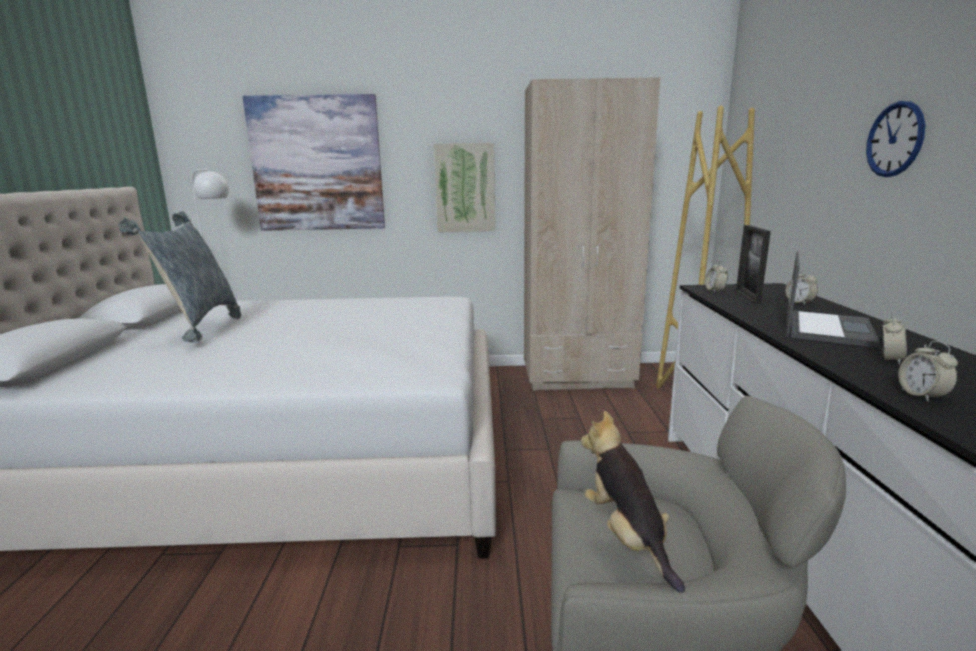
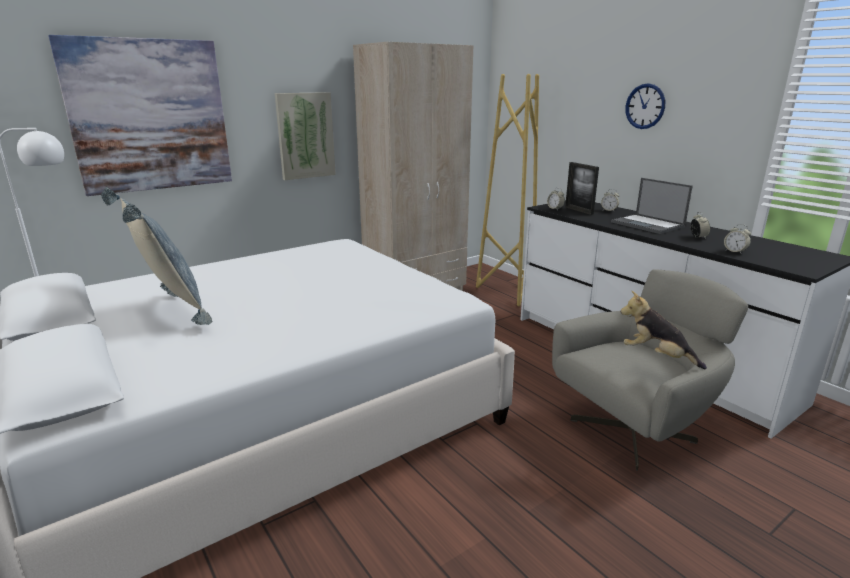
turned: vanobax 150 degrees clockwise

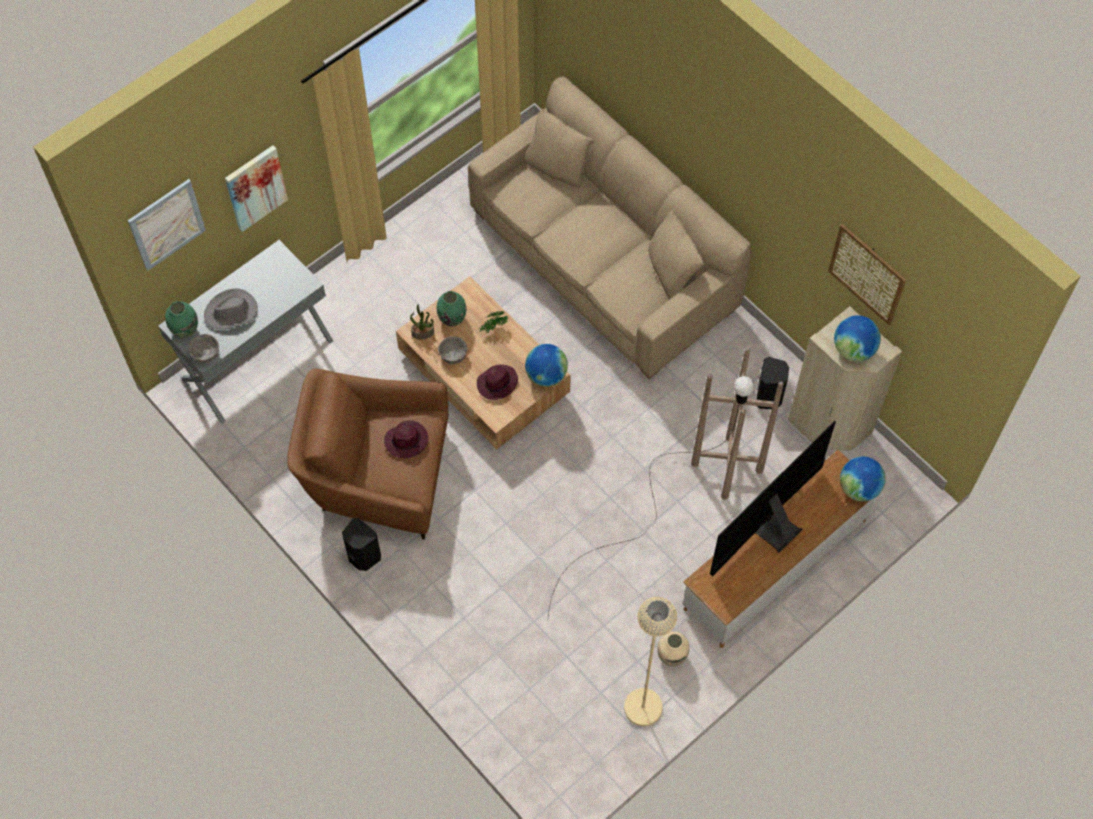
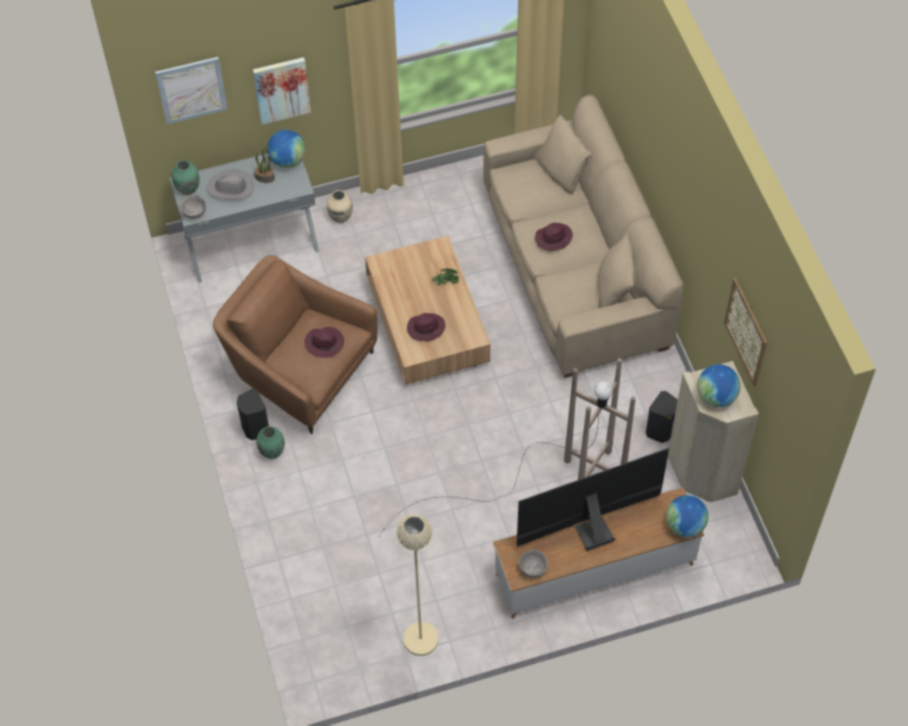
added: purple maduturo (3rd from left)
moved: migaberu (1st from left); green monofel (2nd from left); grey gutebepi (2nd from left); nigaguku (1st from left); beige monofel

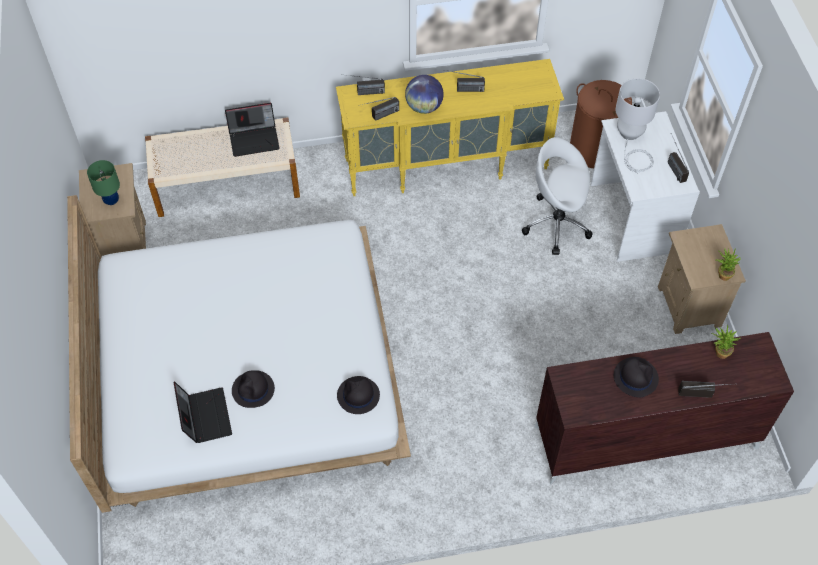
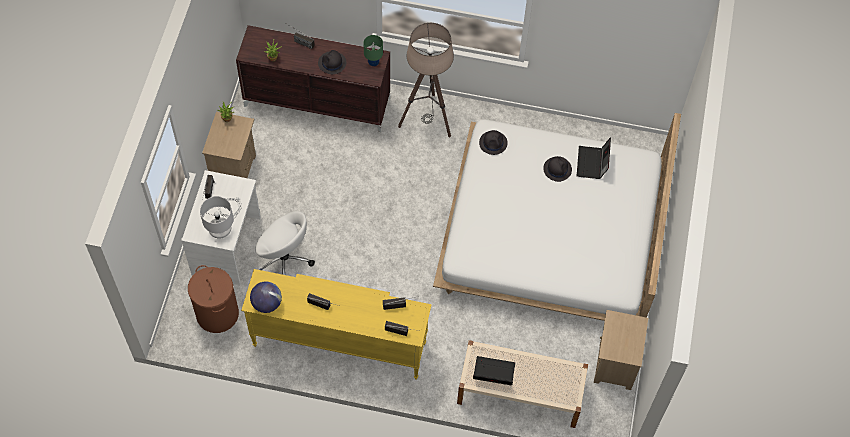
added: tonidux
moved: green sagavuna; nigaguku

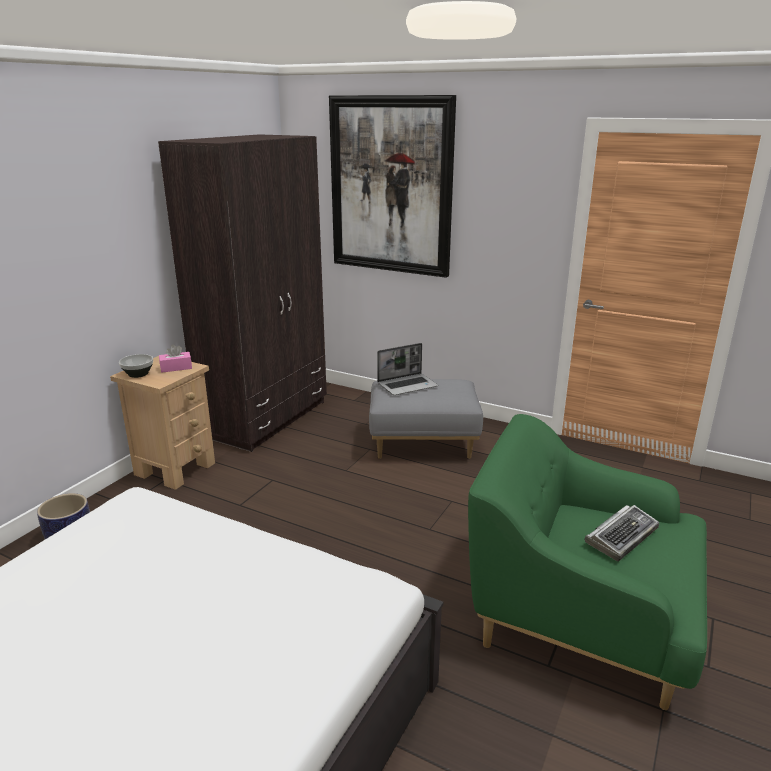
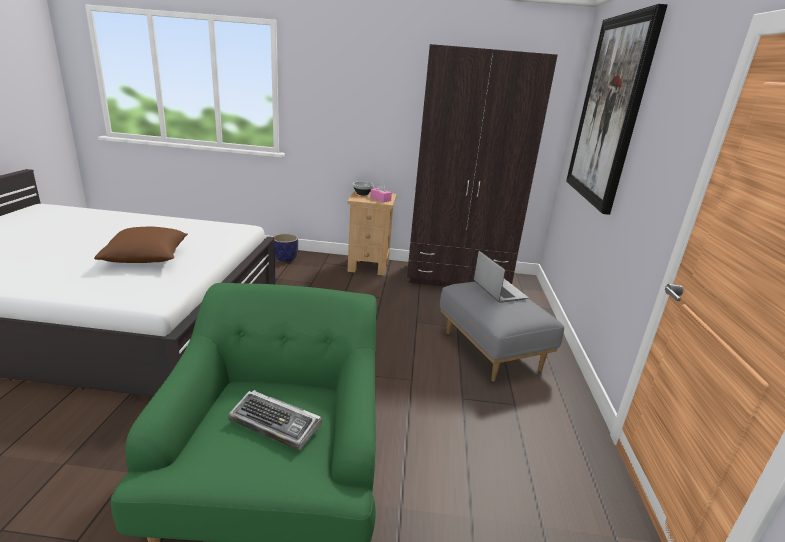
added: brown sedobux
turned: vanobax 150 degrees counterclockwise

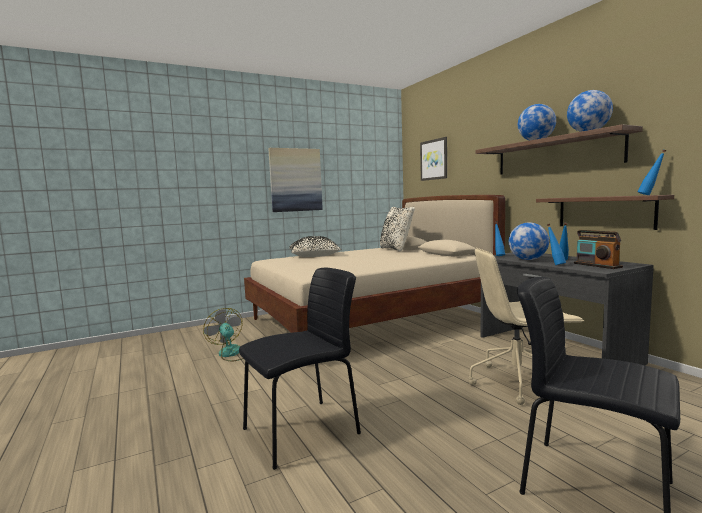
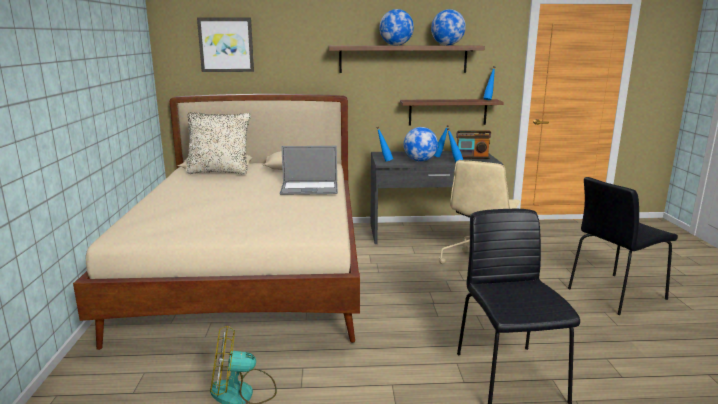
removed: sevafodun (1st from left); beige sedobux (1st from left)
added: vanobax

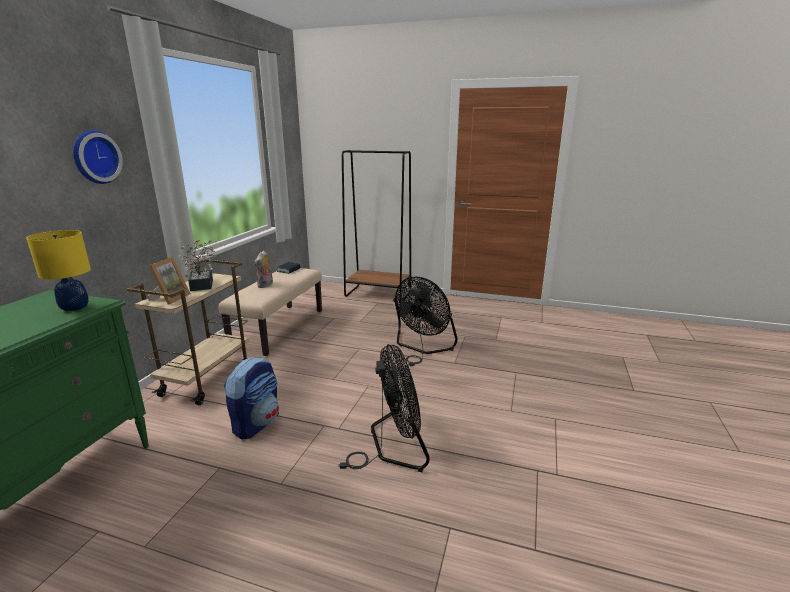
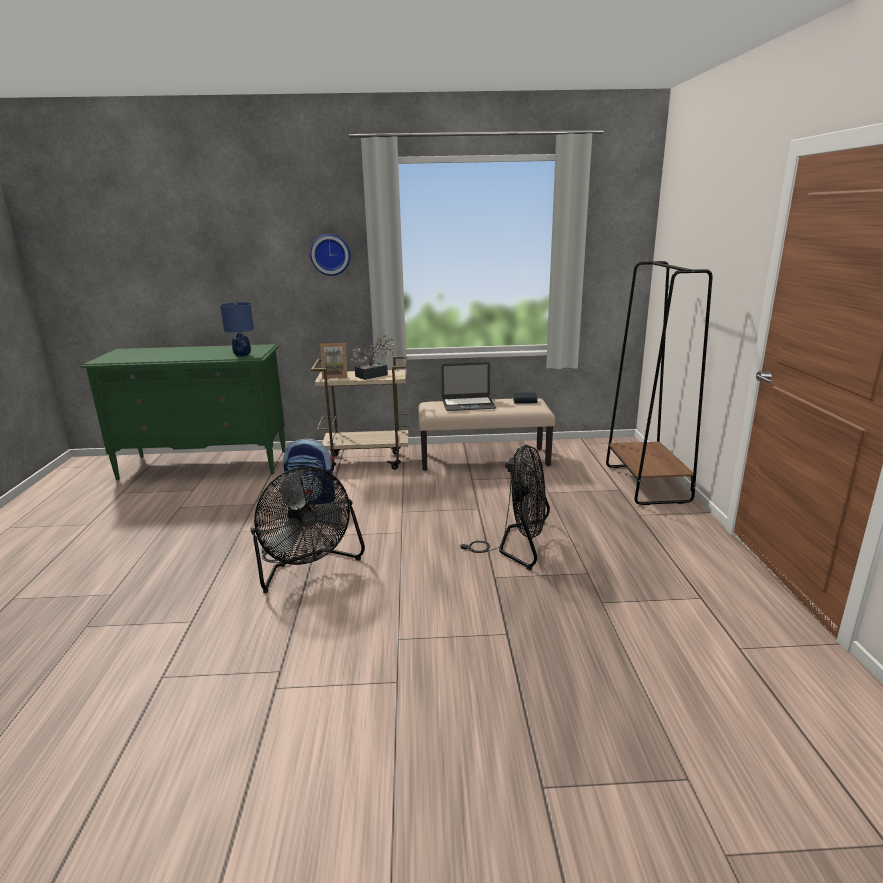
replaced: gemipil to vanobax
recoloured: yellow sagavuna to blue sagavuna

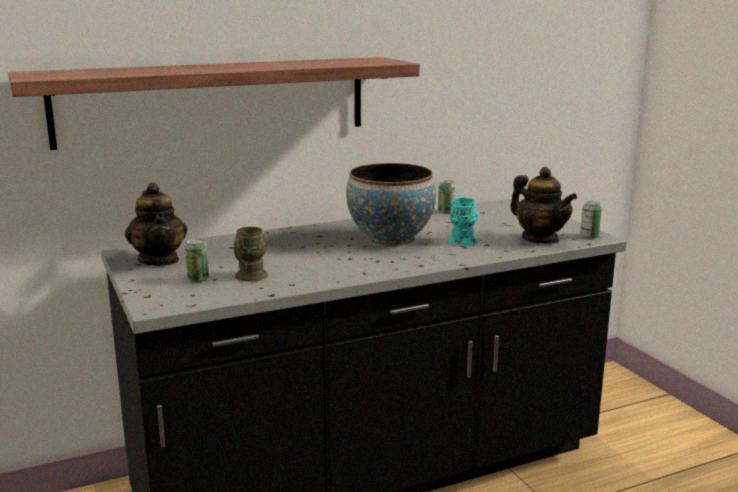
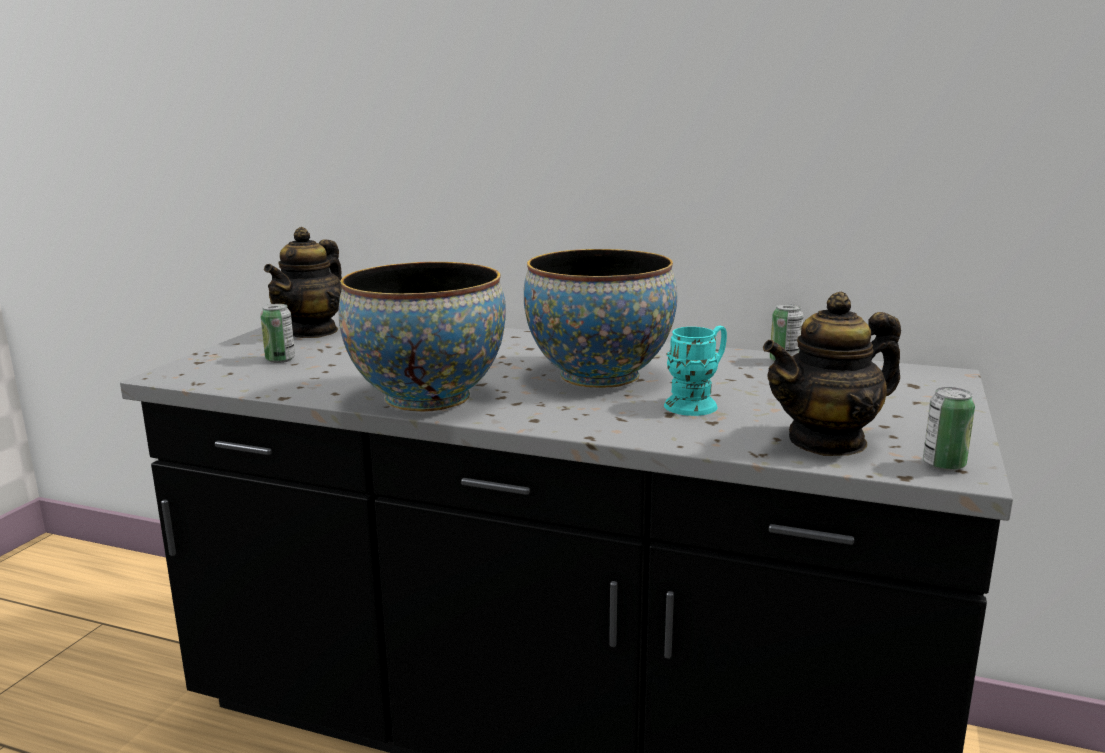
removed: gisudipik; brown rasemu
added: gutebepi (1st from left)
turned: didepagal (2nd from left) 60 degrees clockwise

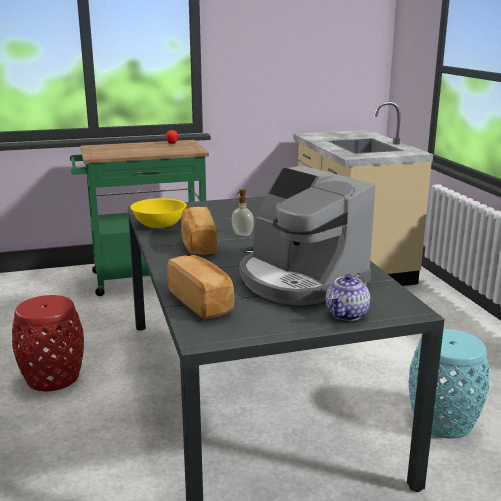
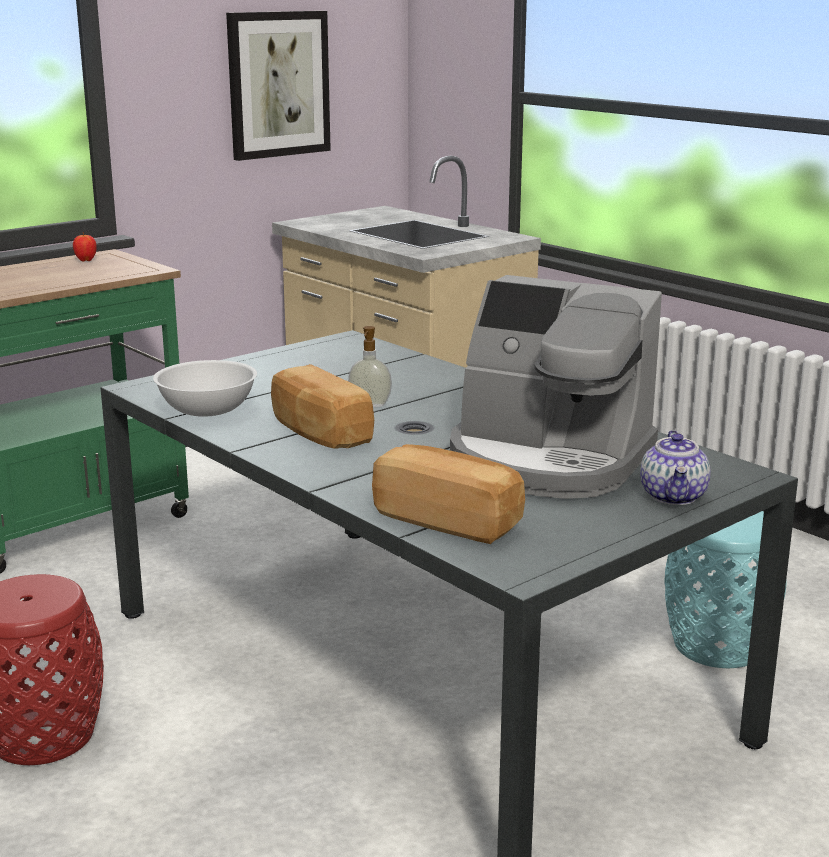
added: sevafodun
recoloured: yellow gutebepi to white gutebepi

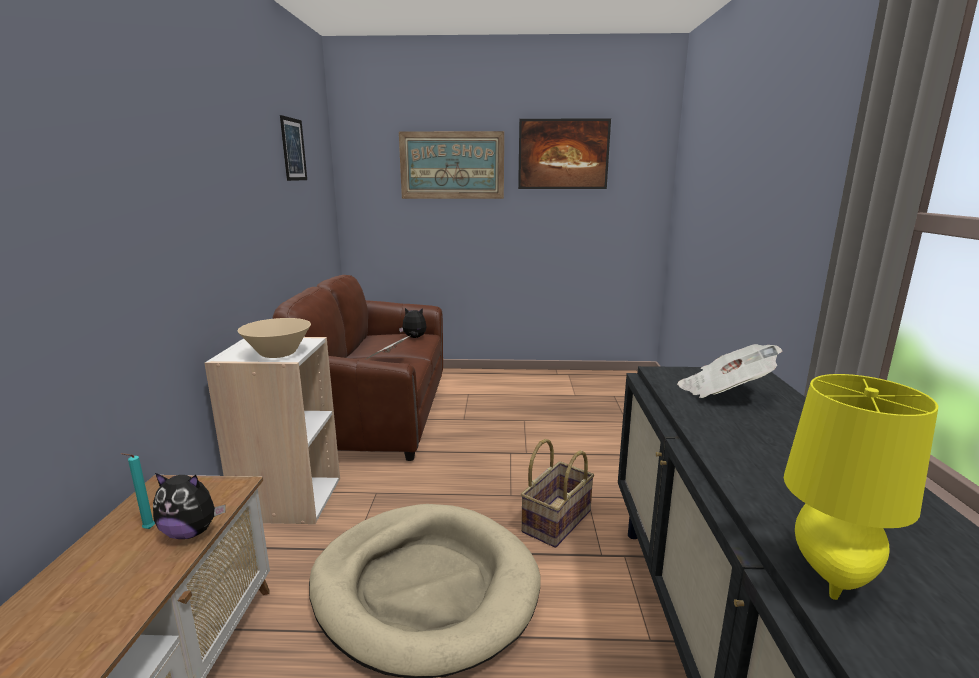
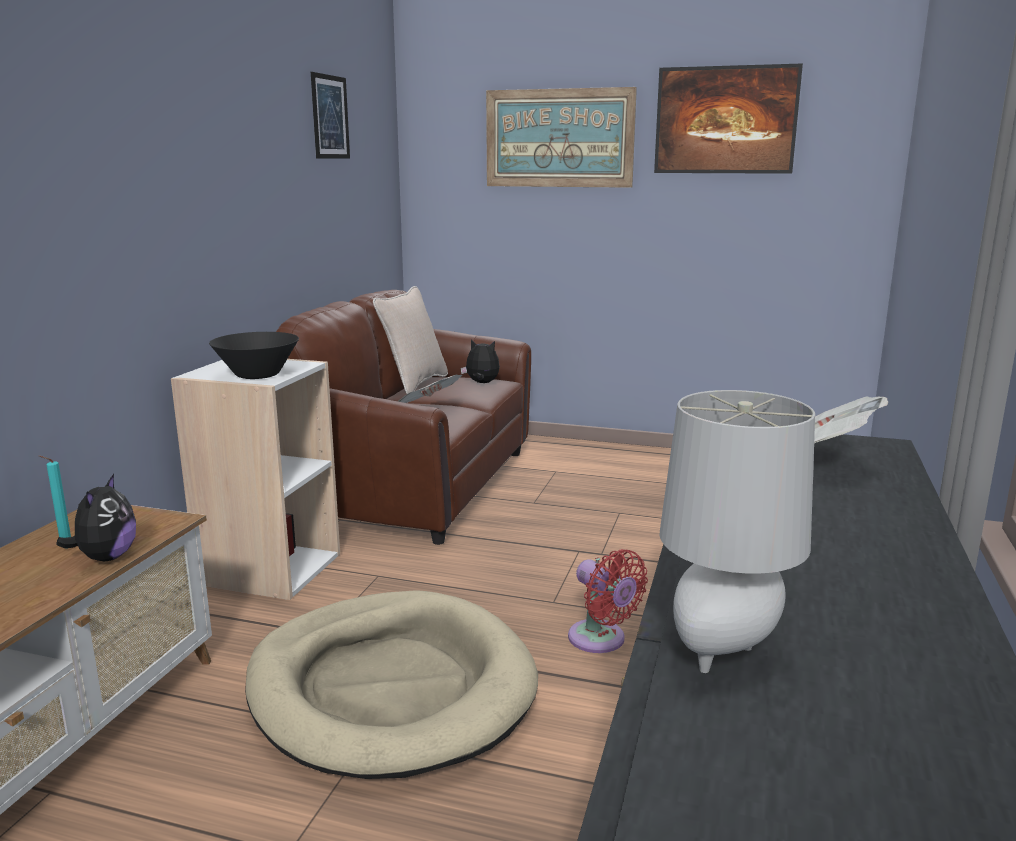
added: beige sedobux
replaced: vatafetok to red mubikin
recoloured: beige gutebepi to black gutebepi; yellow sagavuna to grey sagavuna
turned: gemipil (1st from left) 105 degrees counterclockwise

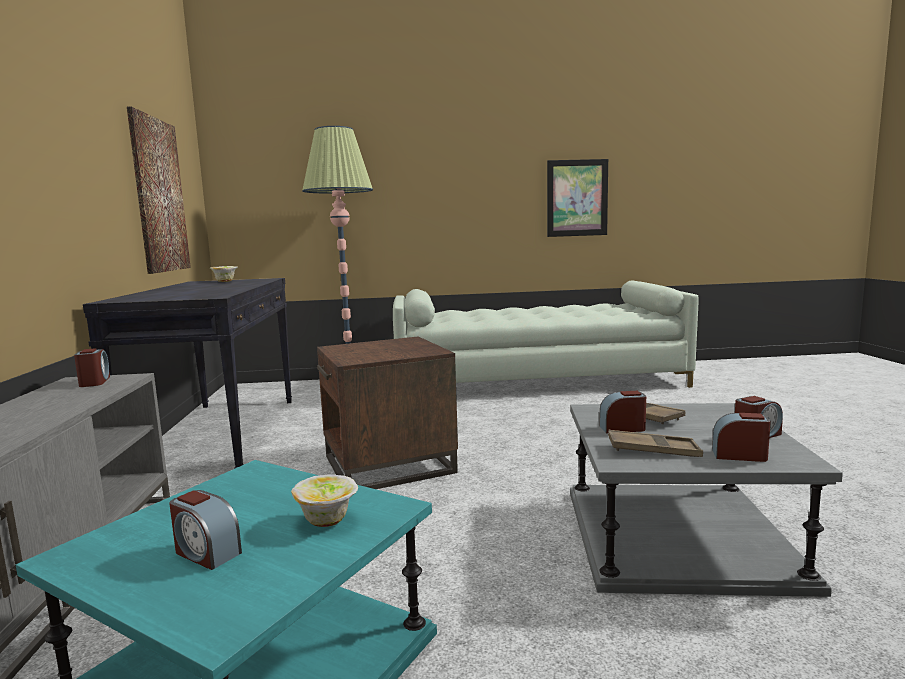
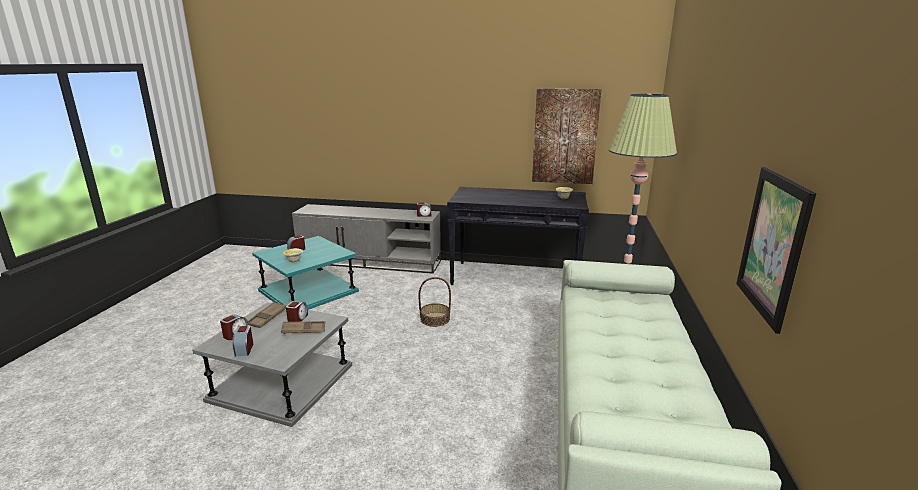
replaced: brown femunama to vatafetok

